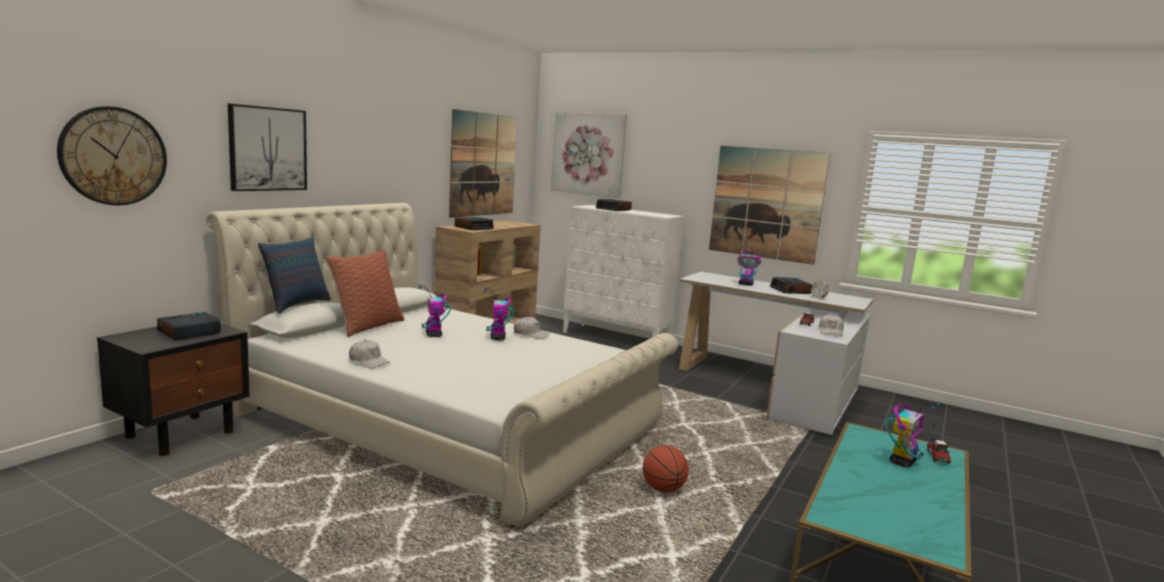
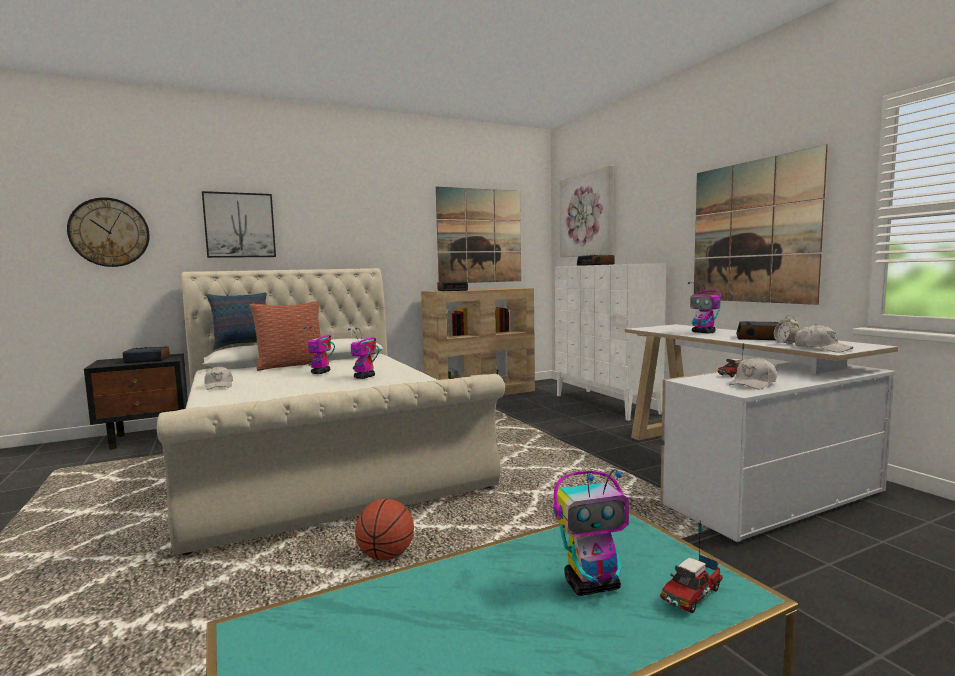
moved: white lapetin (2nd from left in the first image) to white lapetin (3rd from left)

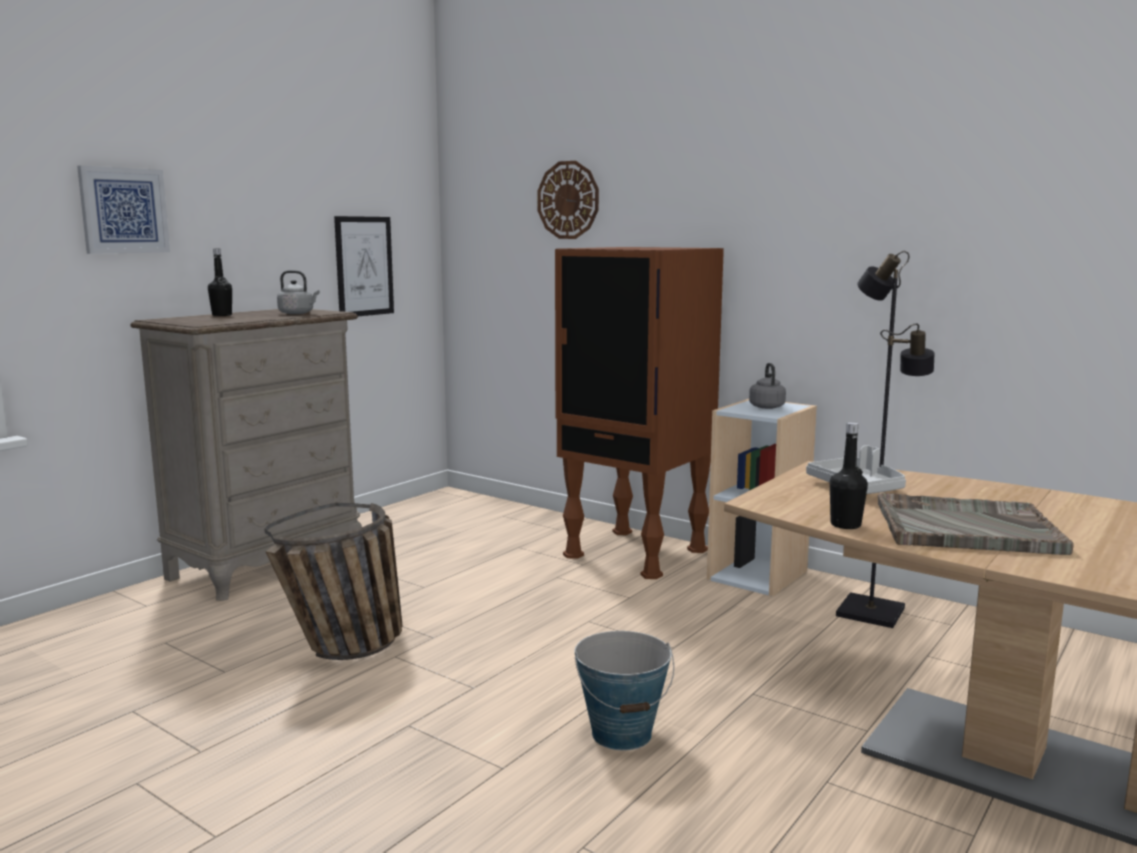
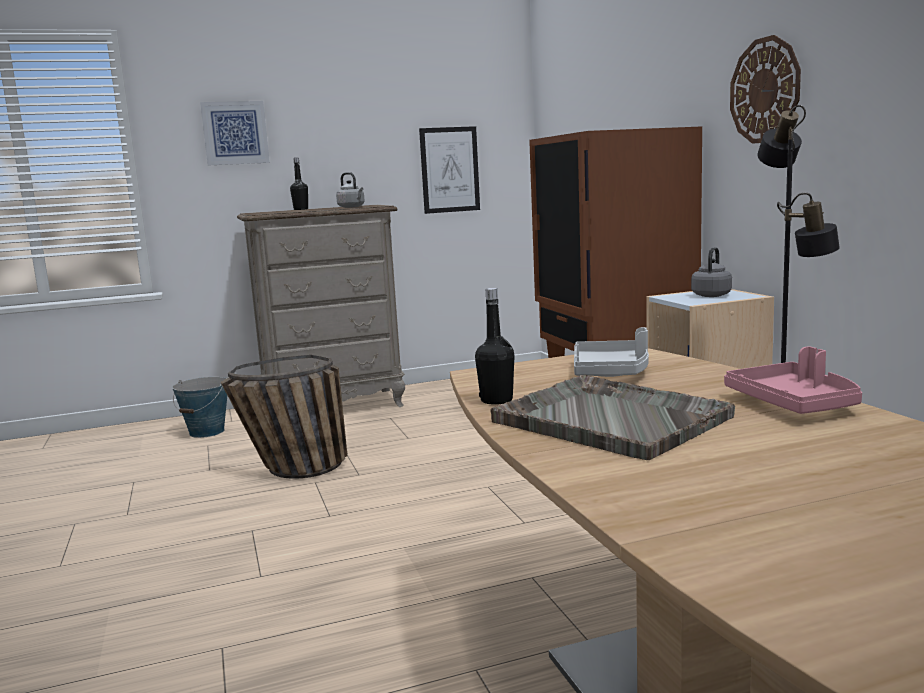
added: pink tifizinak
moved: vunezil; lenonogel

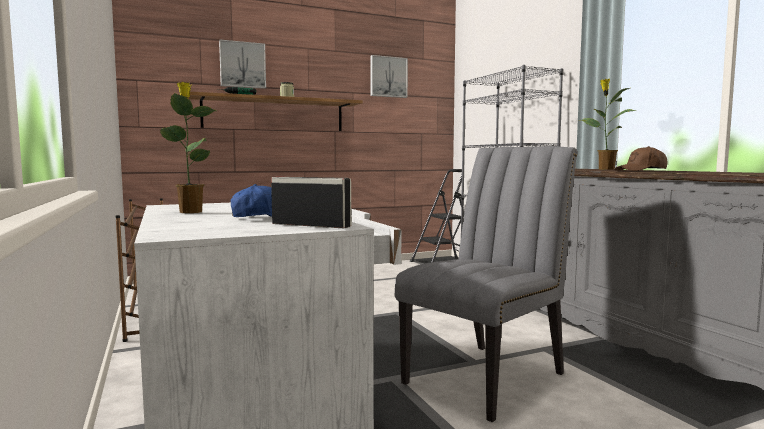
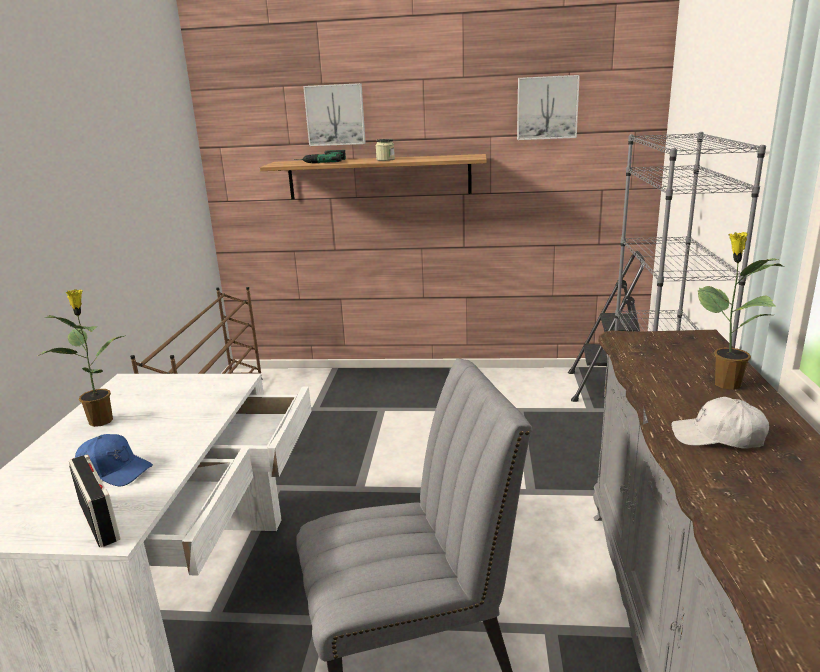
recoloured: brown lapetin to white lapetin

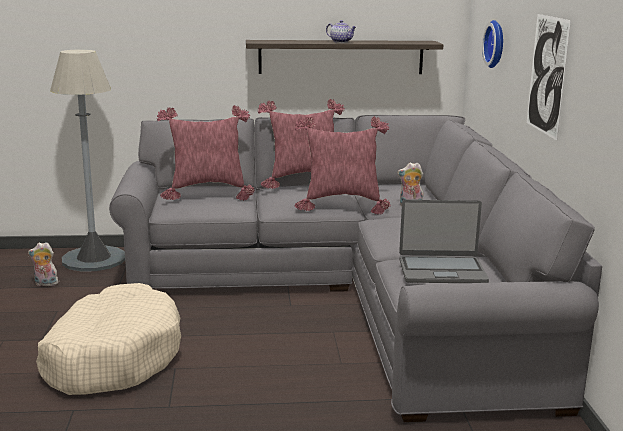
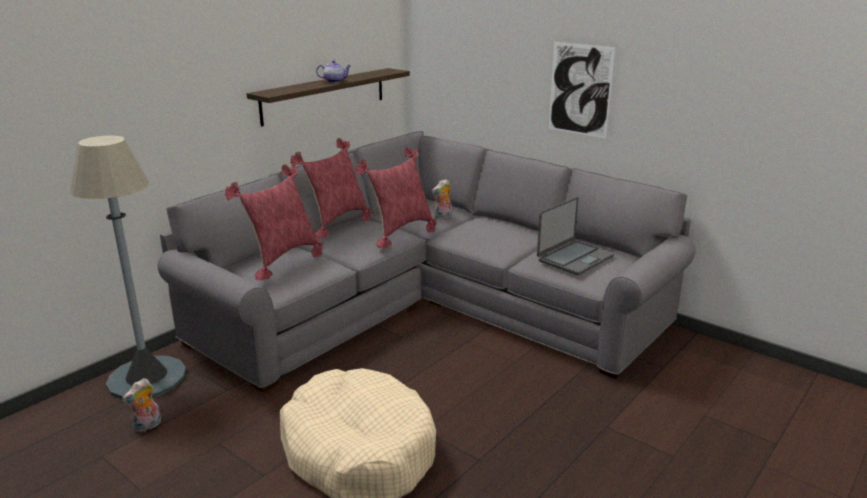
removed: vunezil

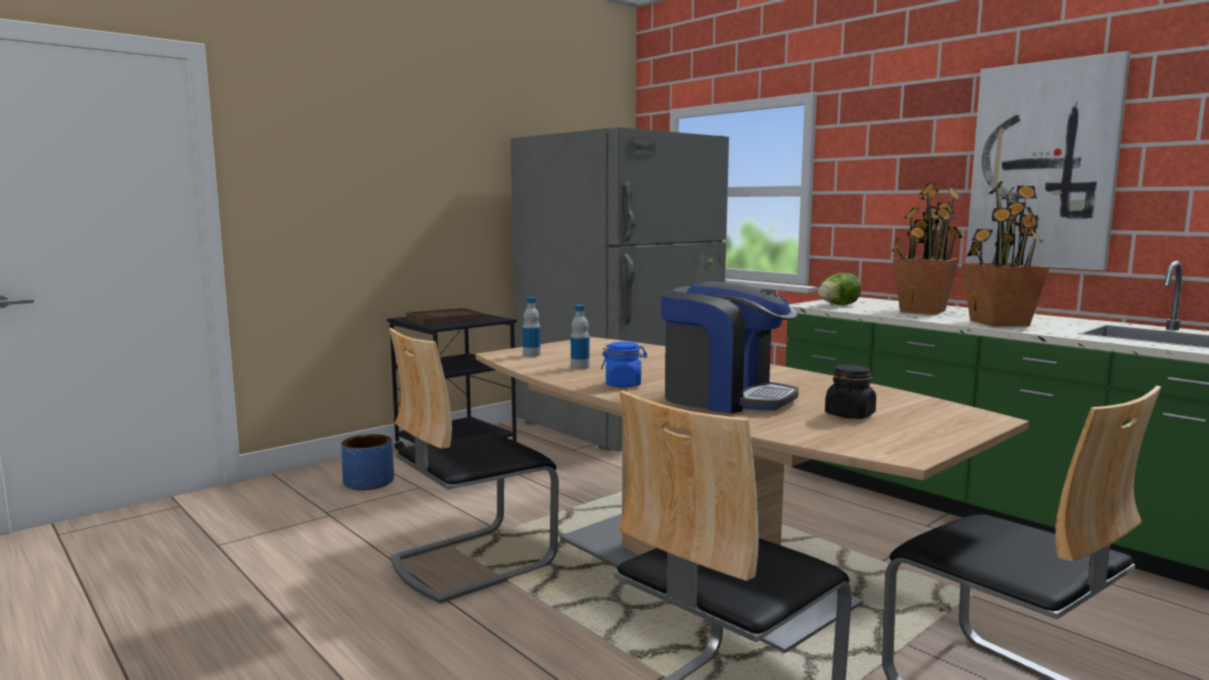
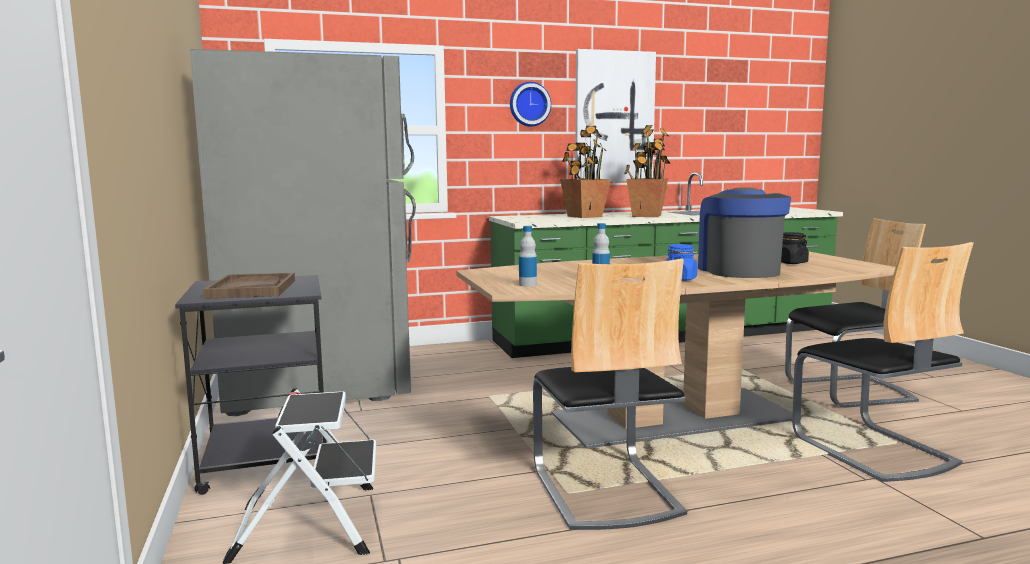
removed: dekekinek
added: vunezil
replaced: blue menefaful to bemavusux
turned: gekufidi 60 degrees counterclockwise

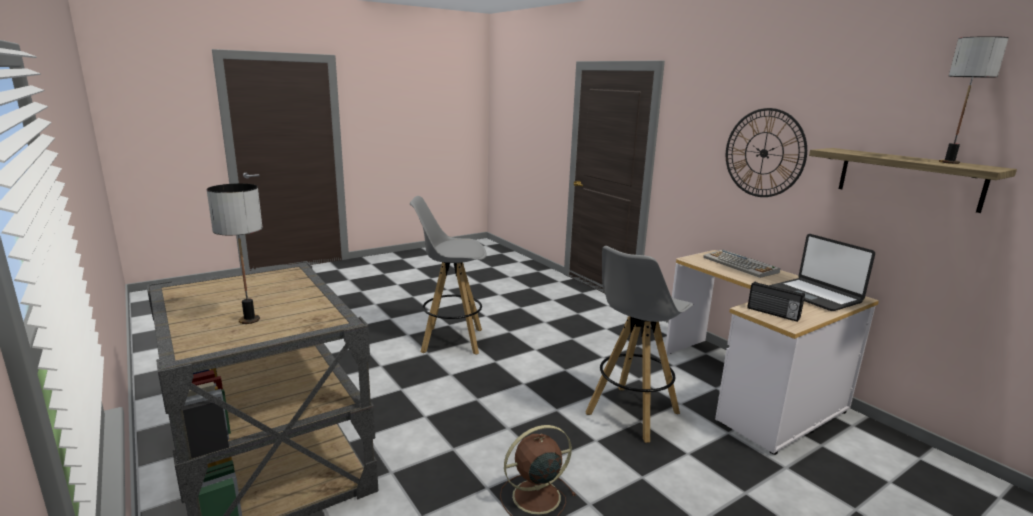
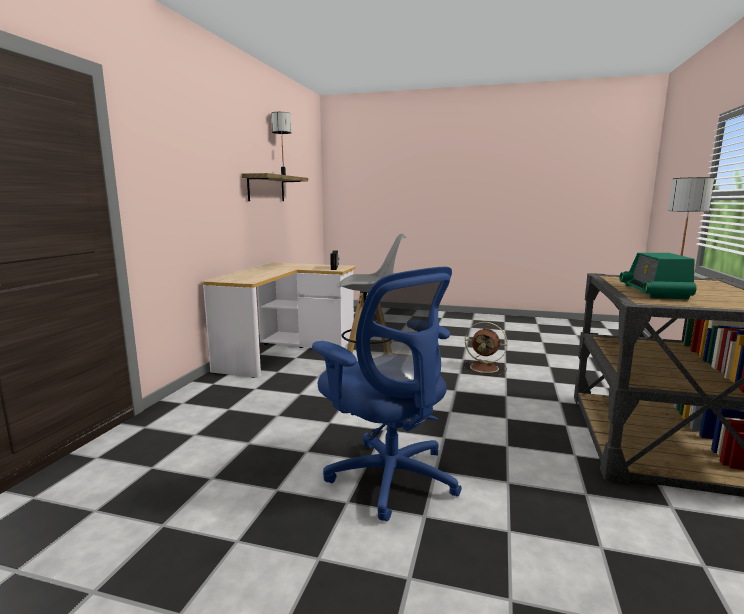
removed: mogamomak; vunezil; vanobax
added: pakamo (2nd from left)
replaced: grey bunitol (1st from left) to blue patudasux

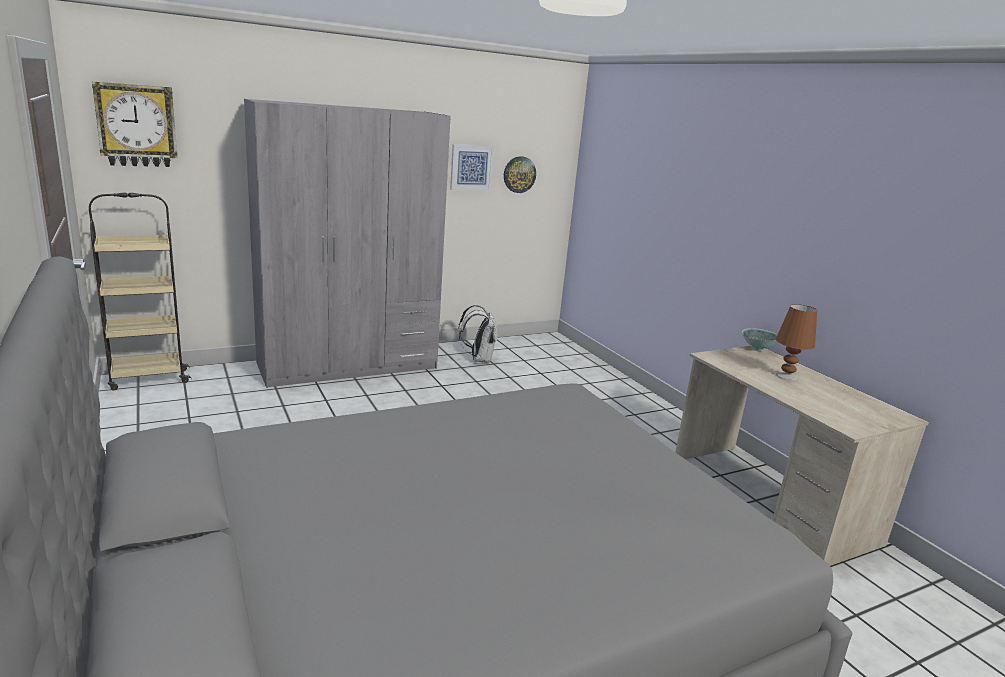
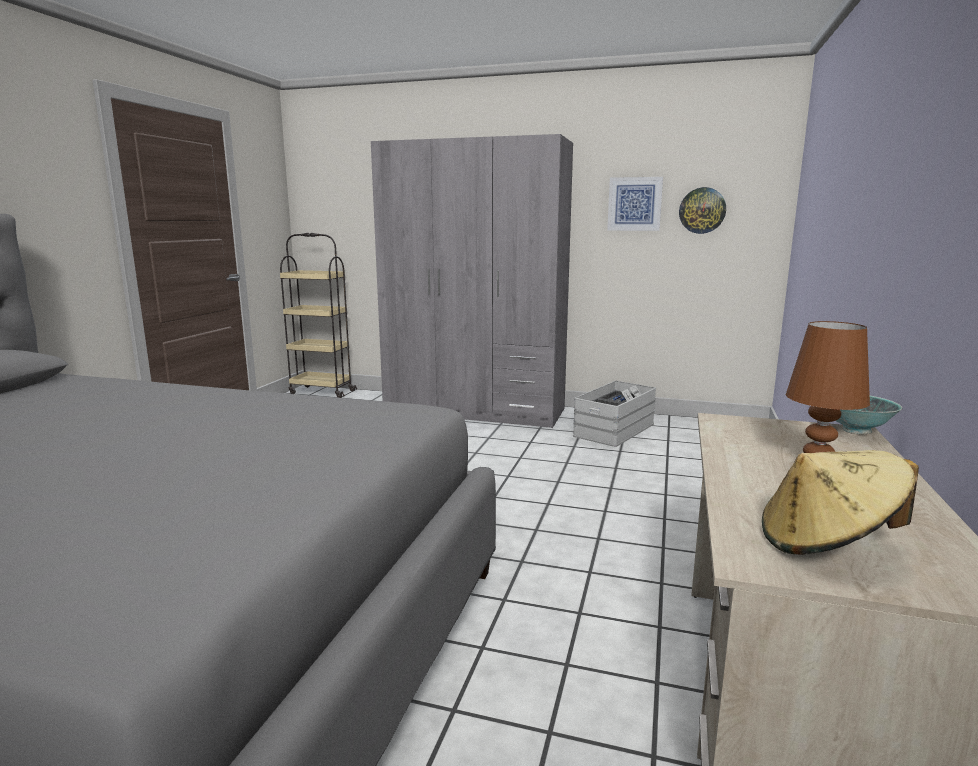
removed: vunezil (1st from left)
added: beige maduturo
replaced: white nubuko to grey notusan

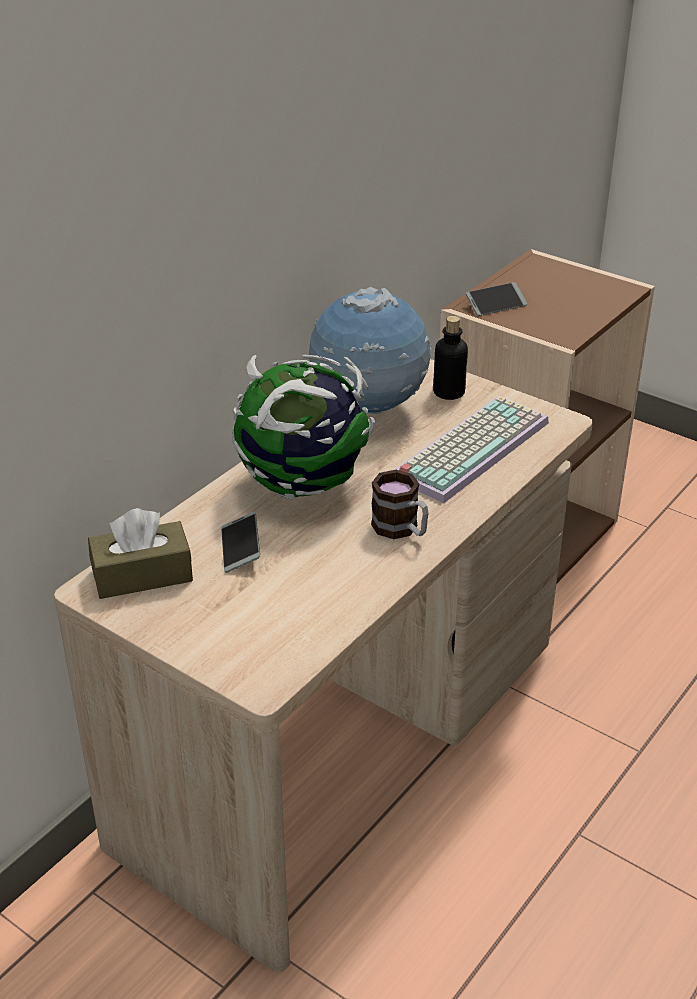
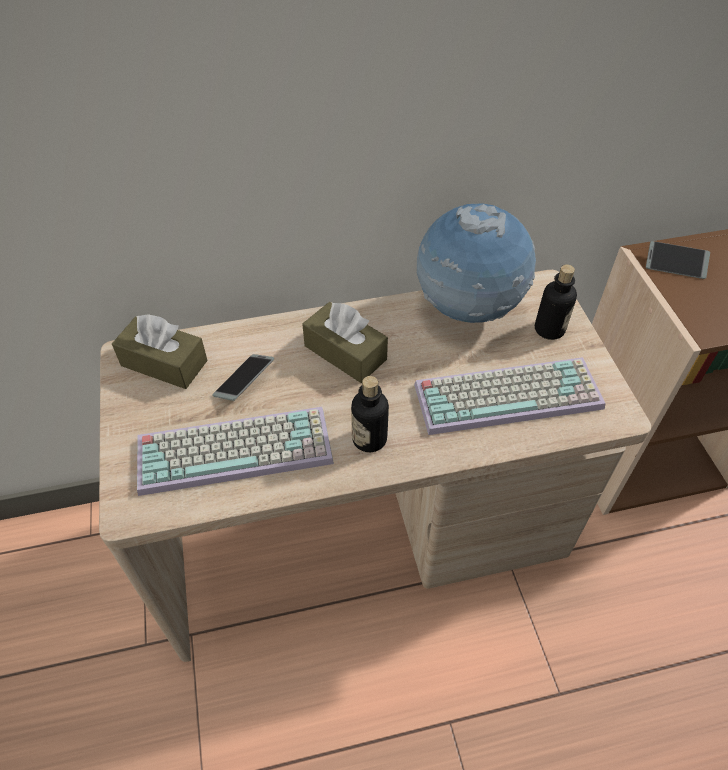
added: mogamomak (1st from left)
replaced: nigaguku (1st from left) to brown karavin (2nd from left); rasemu to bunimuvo (1st from left)

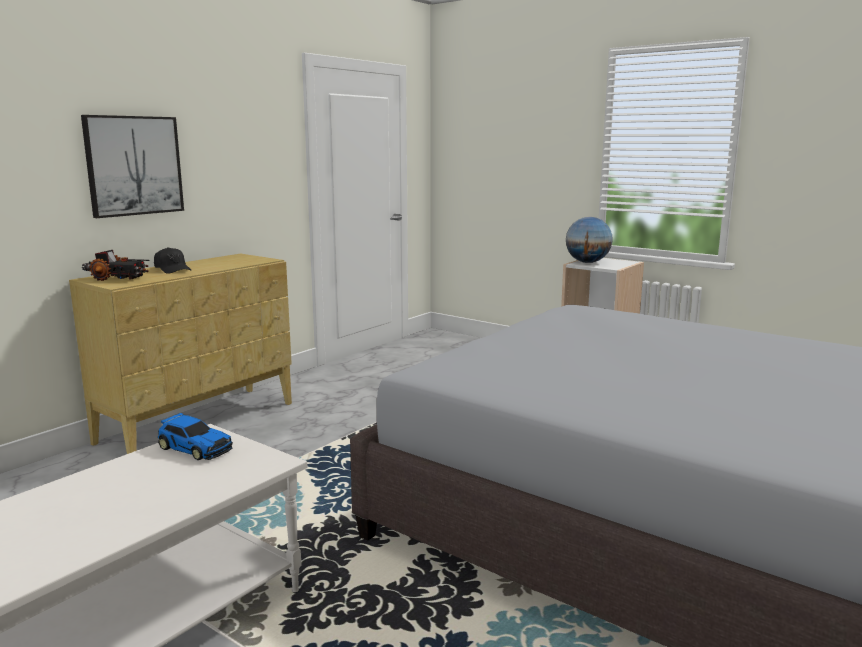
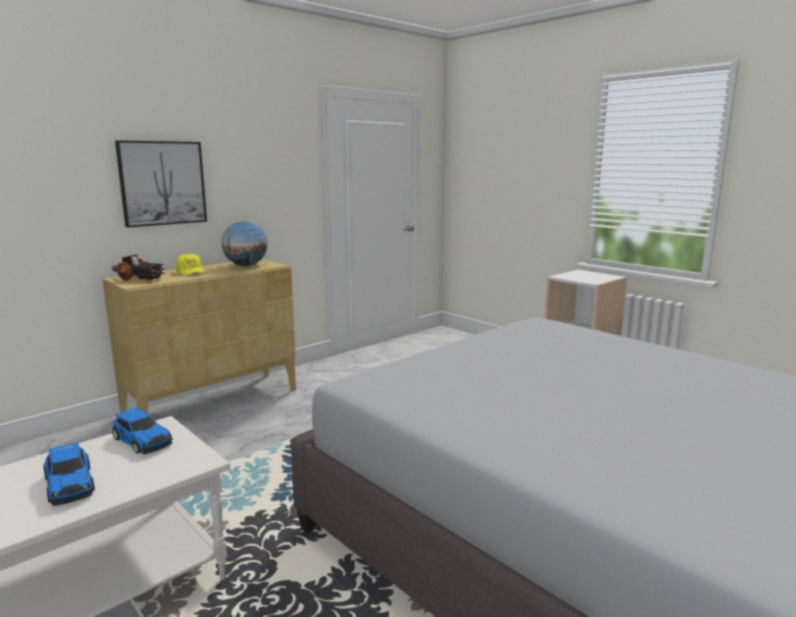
added: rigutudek (1st from left)
moved: nigaguku
recoloured: black lapetin to yellow lapetin

